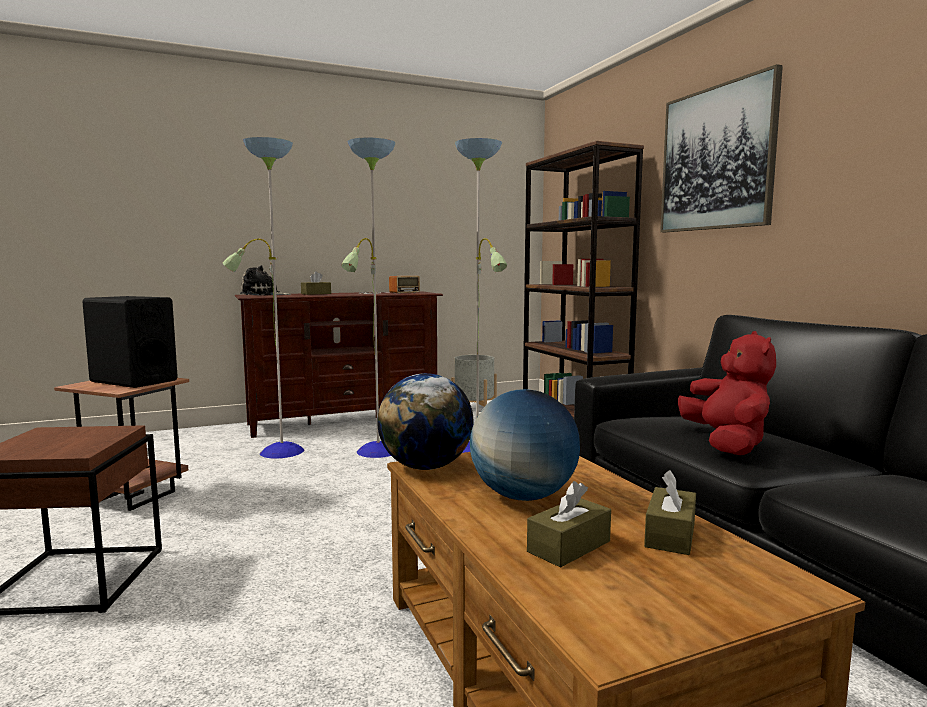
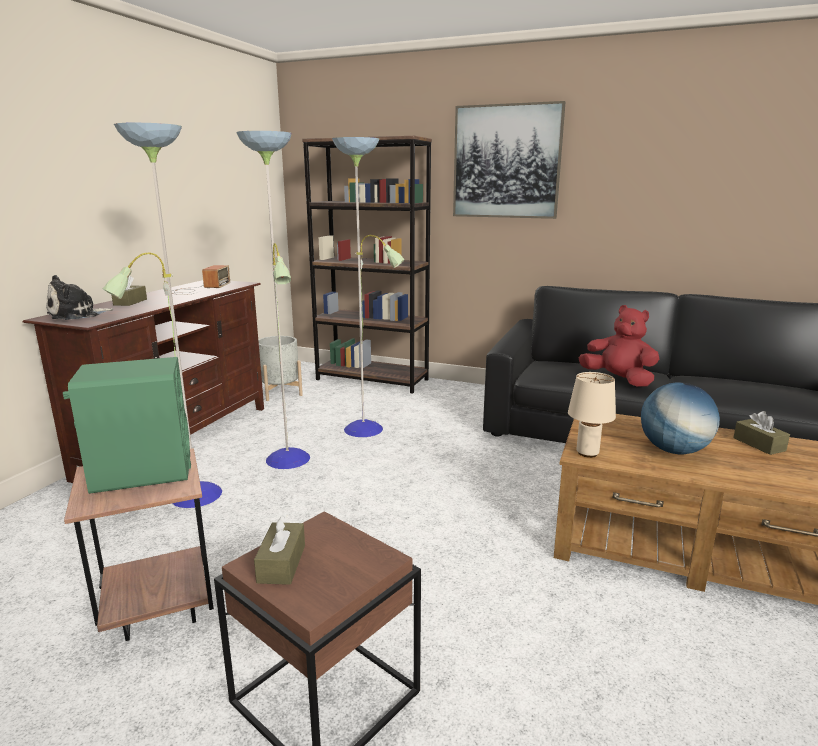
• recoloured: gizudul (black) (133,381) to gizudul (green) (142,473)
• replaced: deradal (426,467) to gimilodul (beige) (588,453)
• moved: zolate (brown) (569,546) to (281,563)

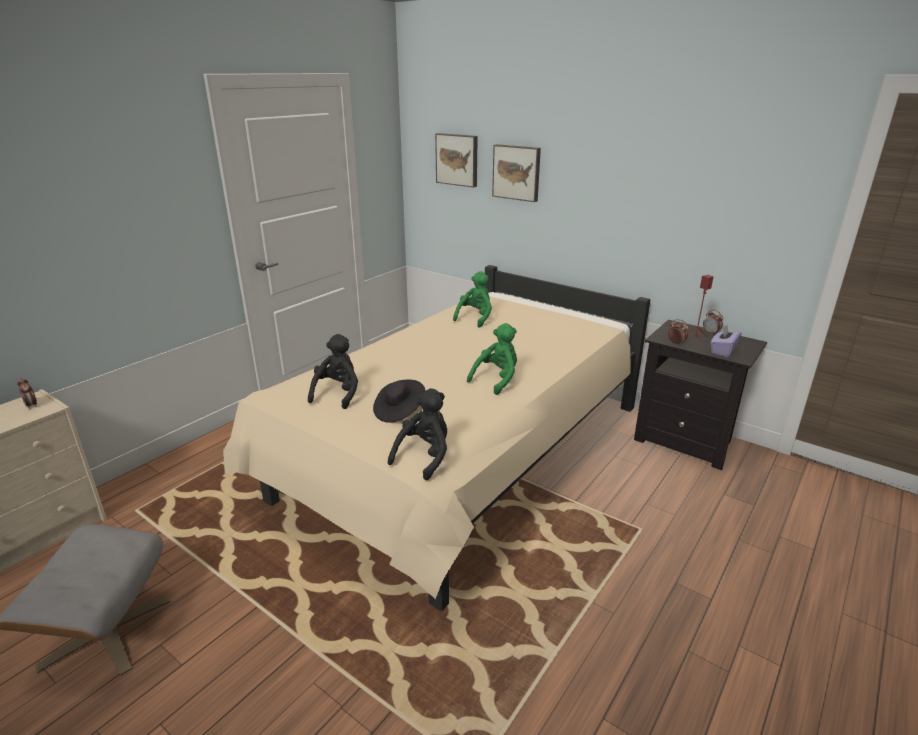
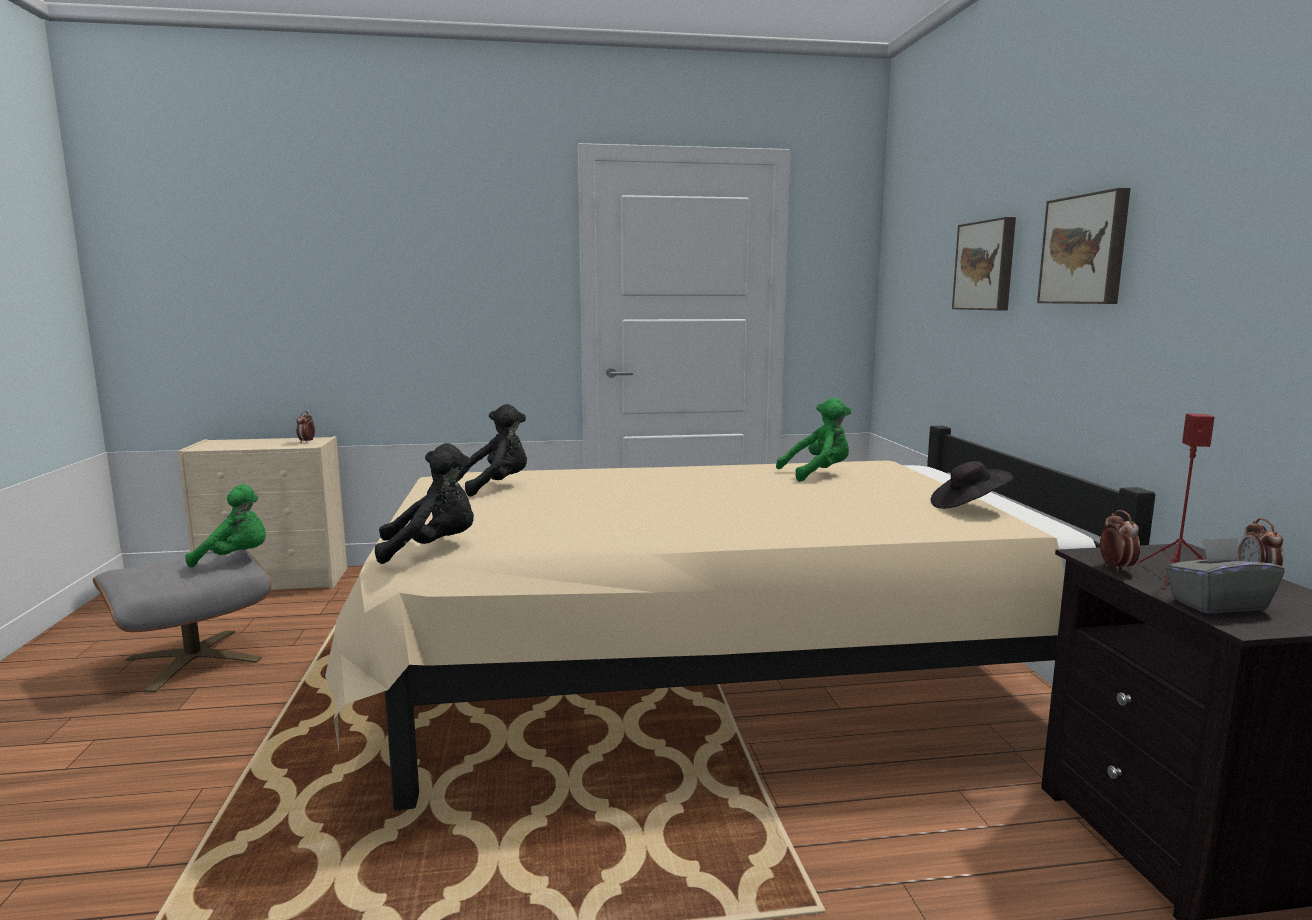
• moved: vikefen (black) (399,411) to (968,506)
• moved: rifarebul (457,159) to (1086,250)
• moved: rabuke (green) (497,379) to (236,558)
• recoloured: zolate (purple) (723,351) to zolate (grey) (1217,604)

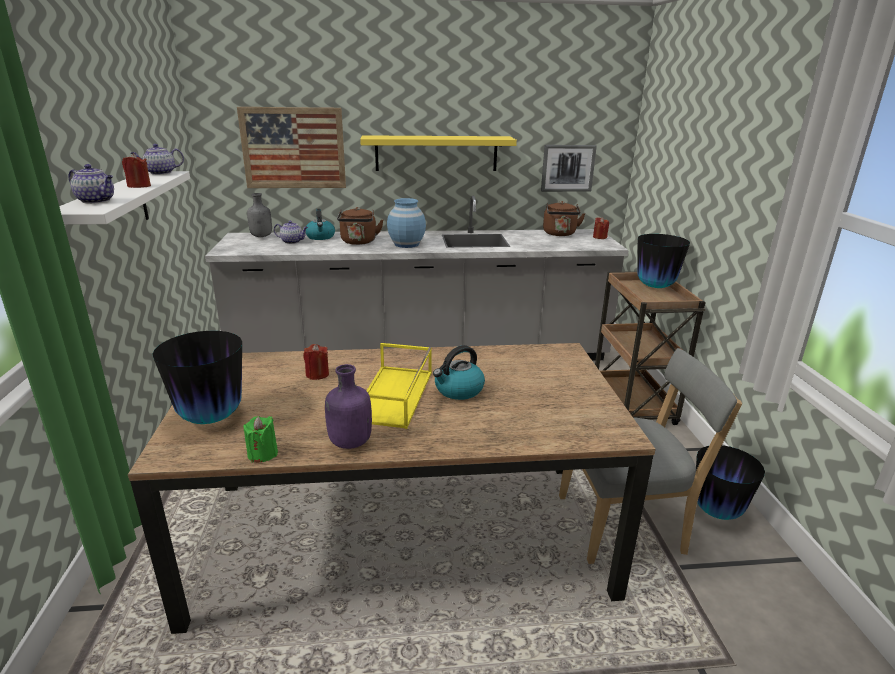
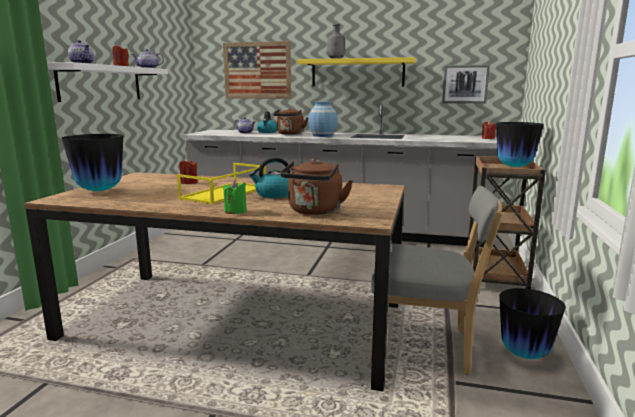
• moved: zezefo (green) (262,454) to (235,211)
• moved: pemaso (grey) (262,236) to (336,59)
• removed: pemaso (purple) (349,442)
• moved: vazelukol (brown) (560,234) to (314,211)

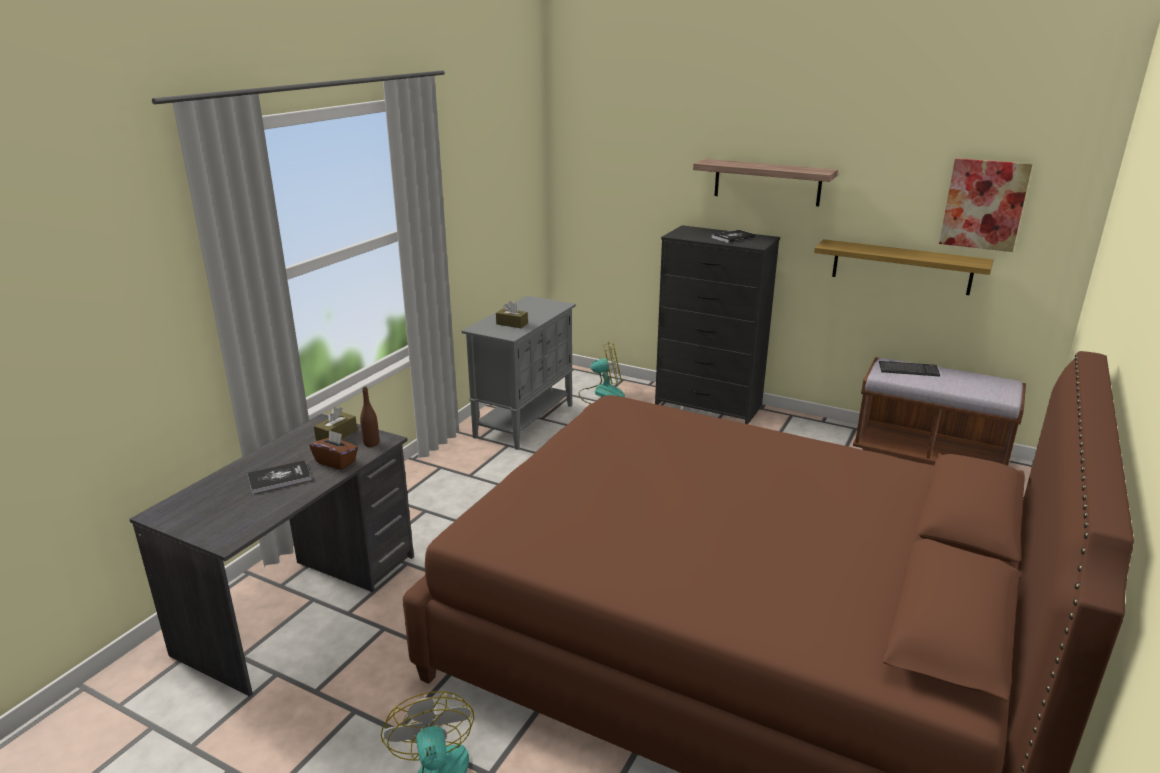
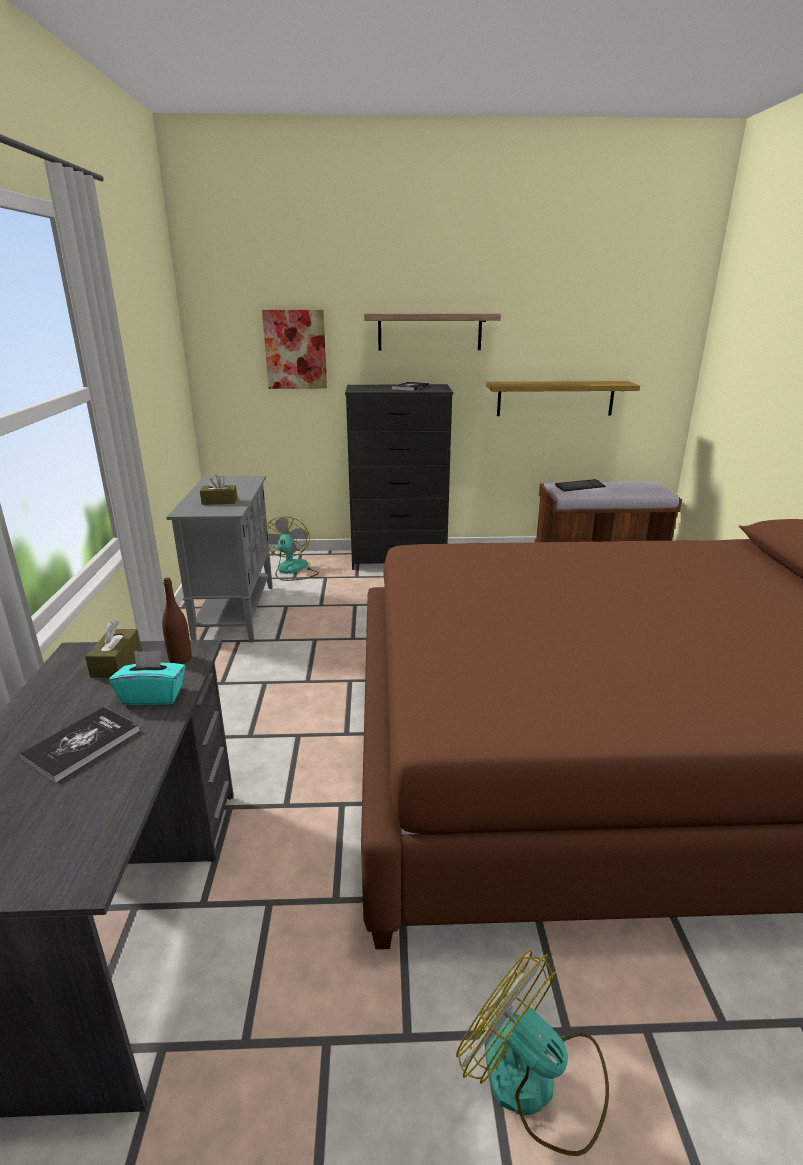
• recoloured: zolate (brown) (336,462) to zolate (turquoise) (153,696)
• turned: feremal (601,394) = (292,570) 60 degrees counterclockwise
• moved: rifarebul (984,204) to (295,349)

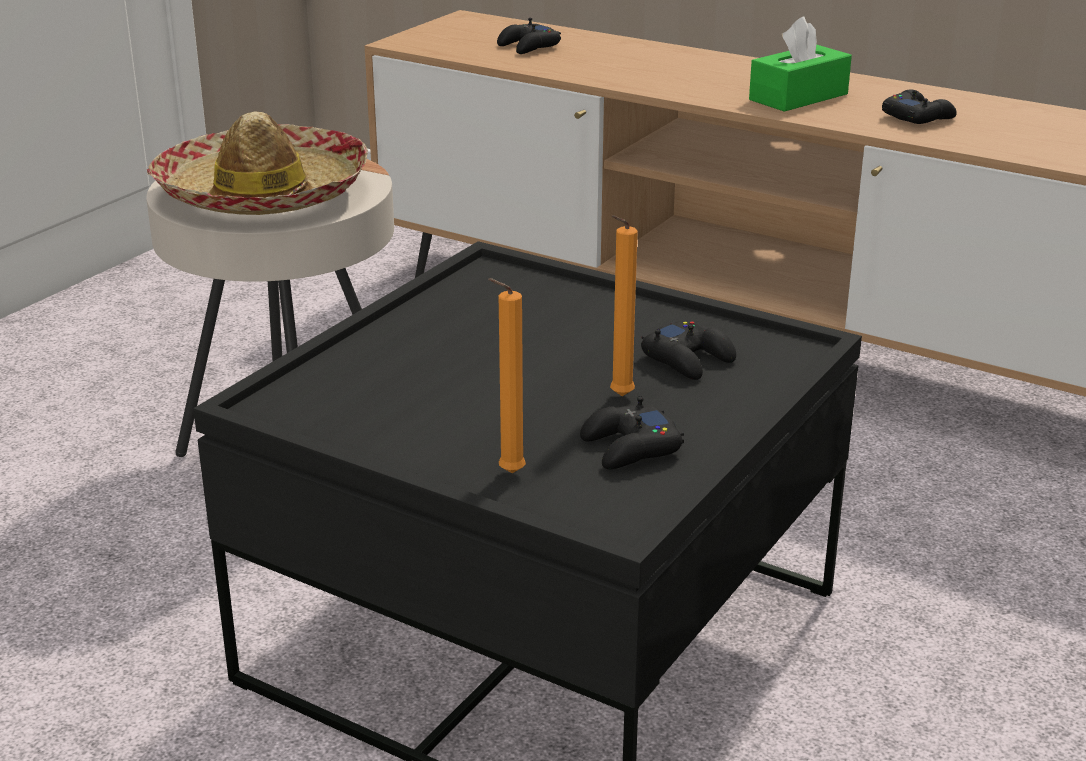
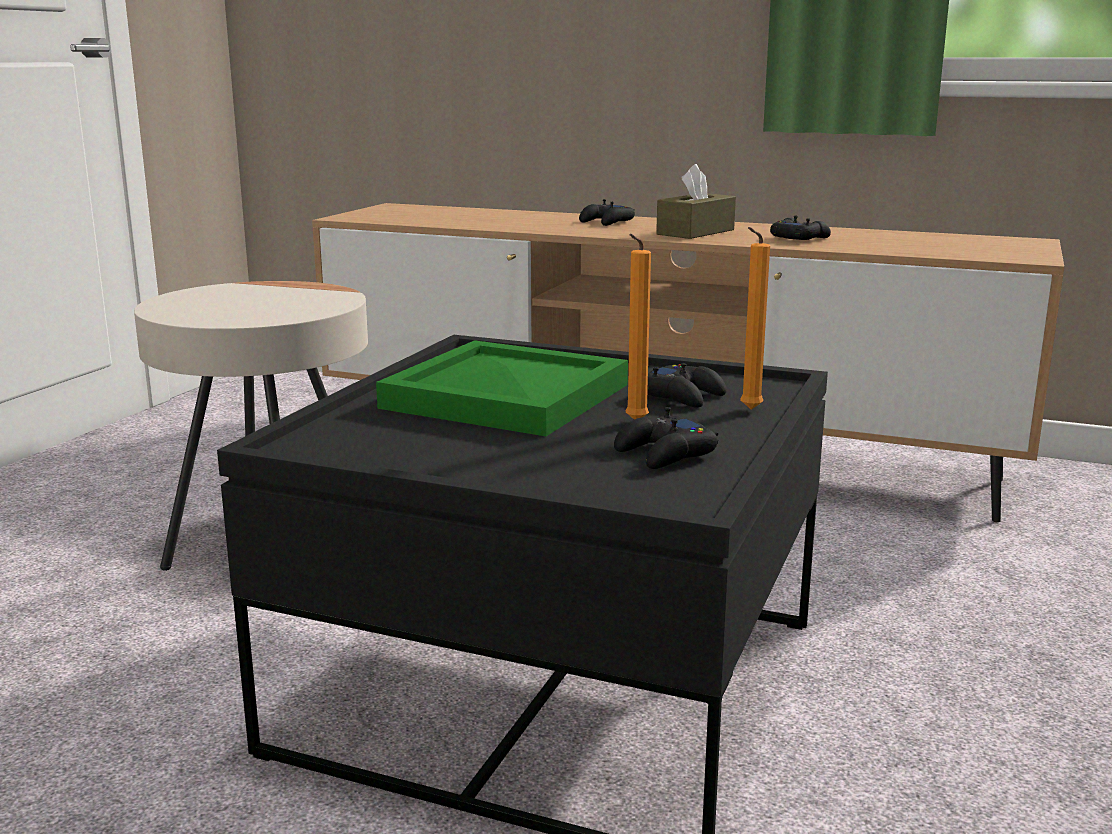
• removed: vikefen (263,194)
• moved: zezefo (orange) (507,474) to (748,410)
• moved: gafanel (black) (529,46) to (607,222)
• recoloured: zolate (green) (798,97) to zolate (brown) (695,232)
• added: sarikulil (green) (502,396)

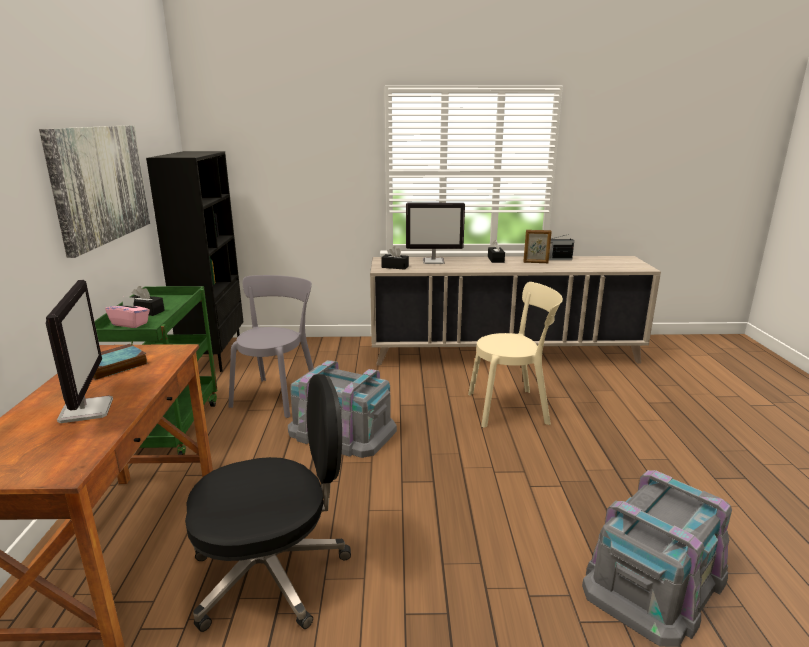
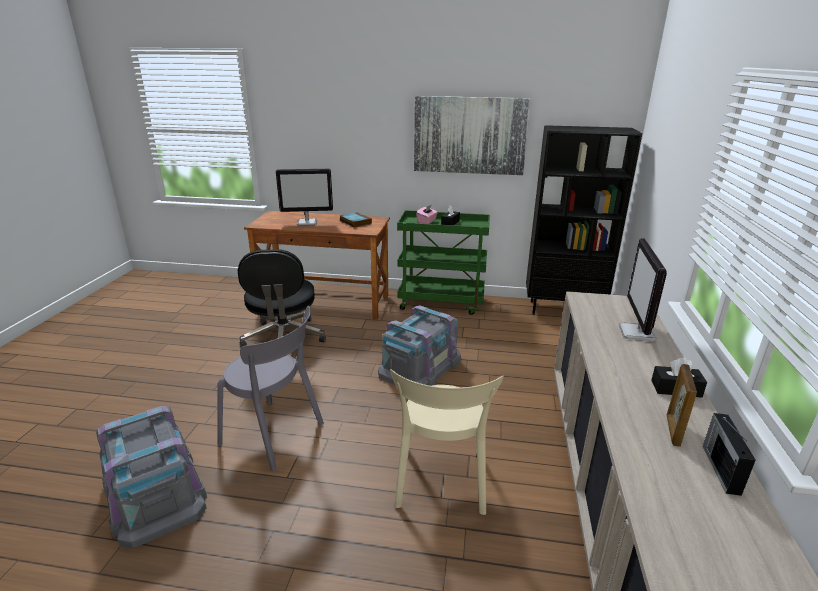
• moved: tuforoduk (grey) (277,395) to (275,435)
• removed: zolate (black) (395,267)

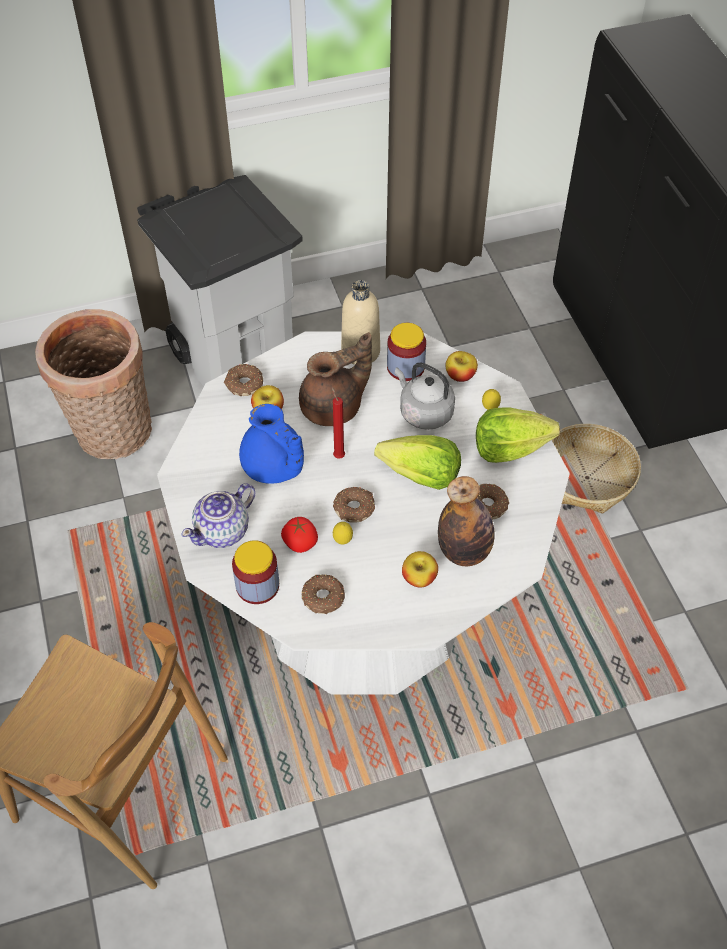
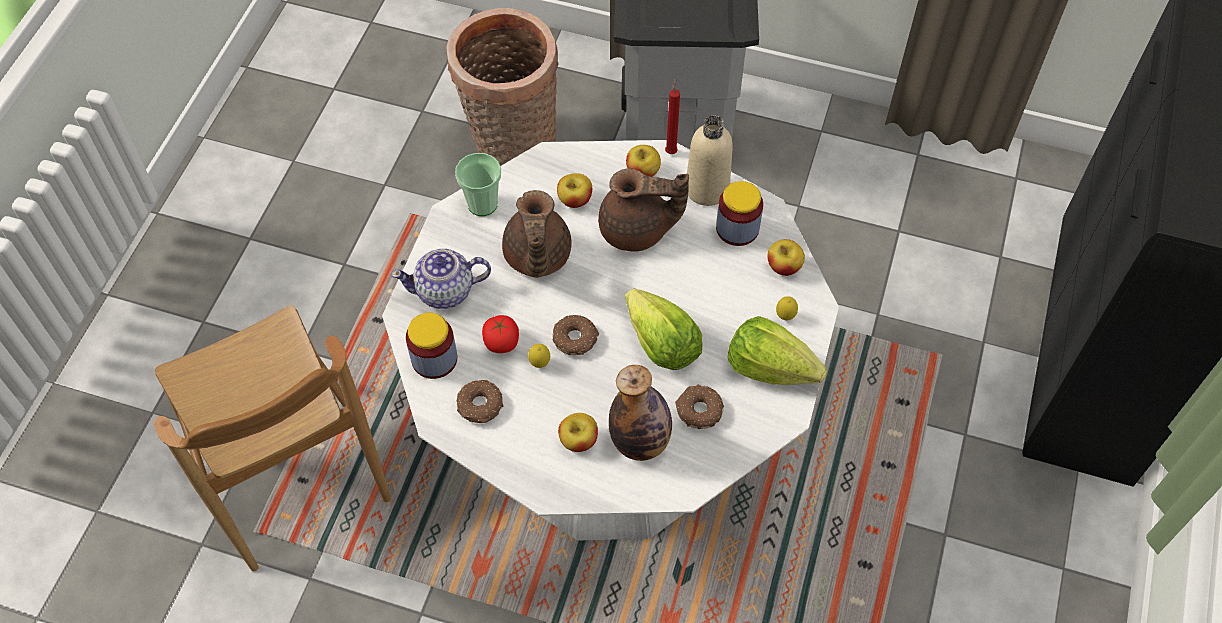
• removed: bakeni (244,384)
• recoloured: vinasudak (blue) (274,467) to vinasudak (brown) (536,257)
• moved: zezefo (red) (338,455) to (671,151)
• removed: vazelukol (grey) (423,412)
• removed: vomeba (587,478)
• added: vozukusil (482,204)
• added: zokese (643,171)

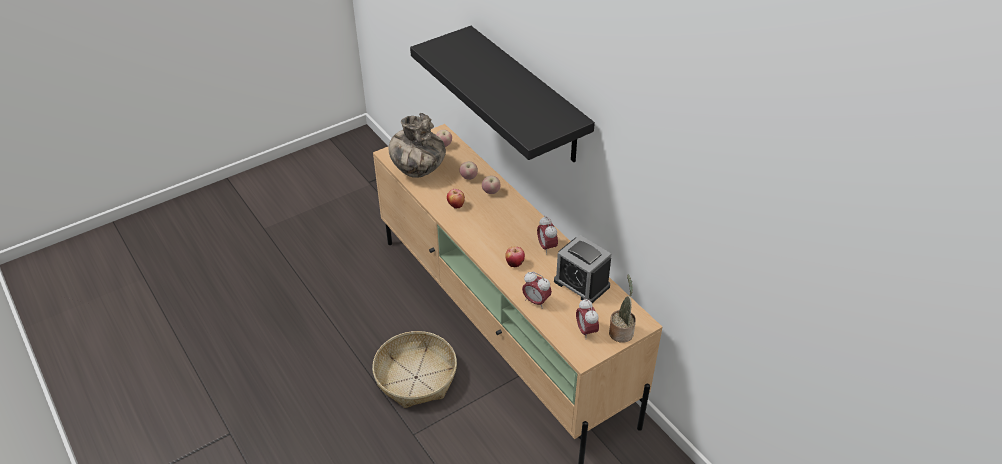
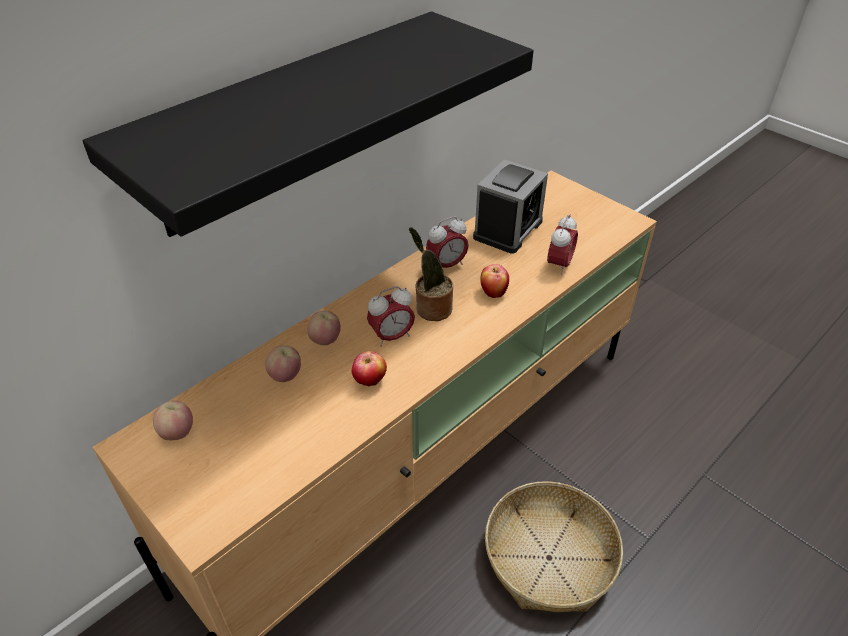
• removed: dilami (418,170)
• moved: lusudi (586,331) to (391,336)
• moved: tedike (621,331) to (431,308)

